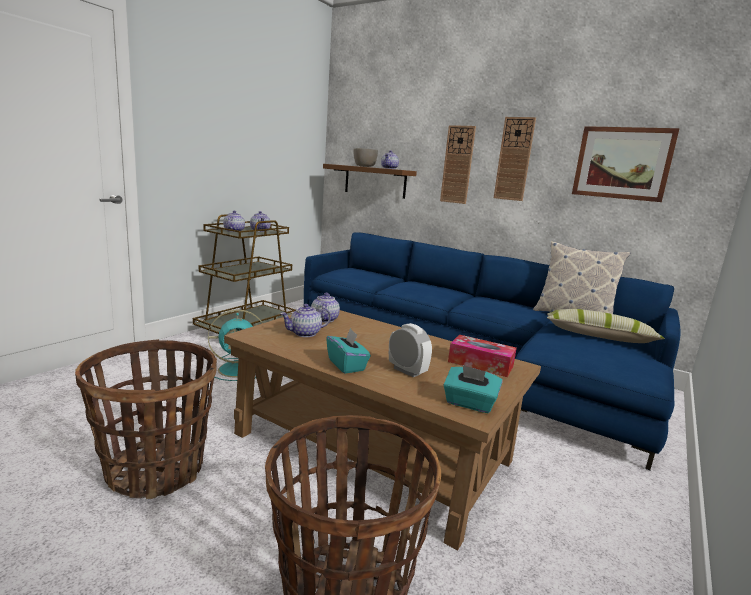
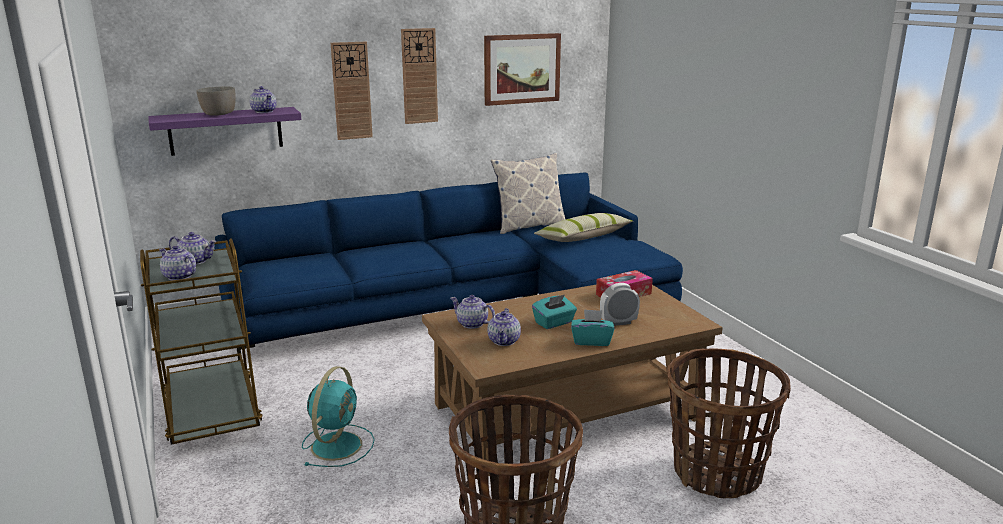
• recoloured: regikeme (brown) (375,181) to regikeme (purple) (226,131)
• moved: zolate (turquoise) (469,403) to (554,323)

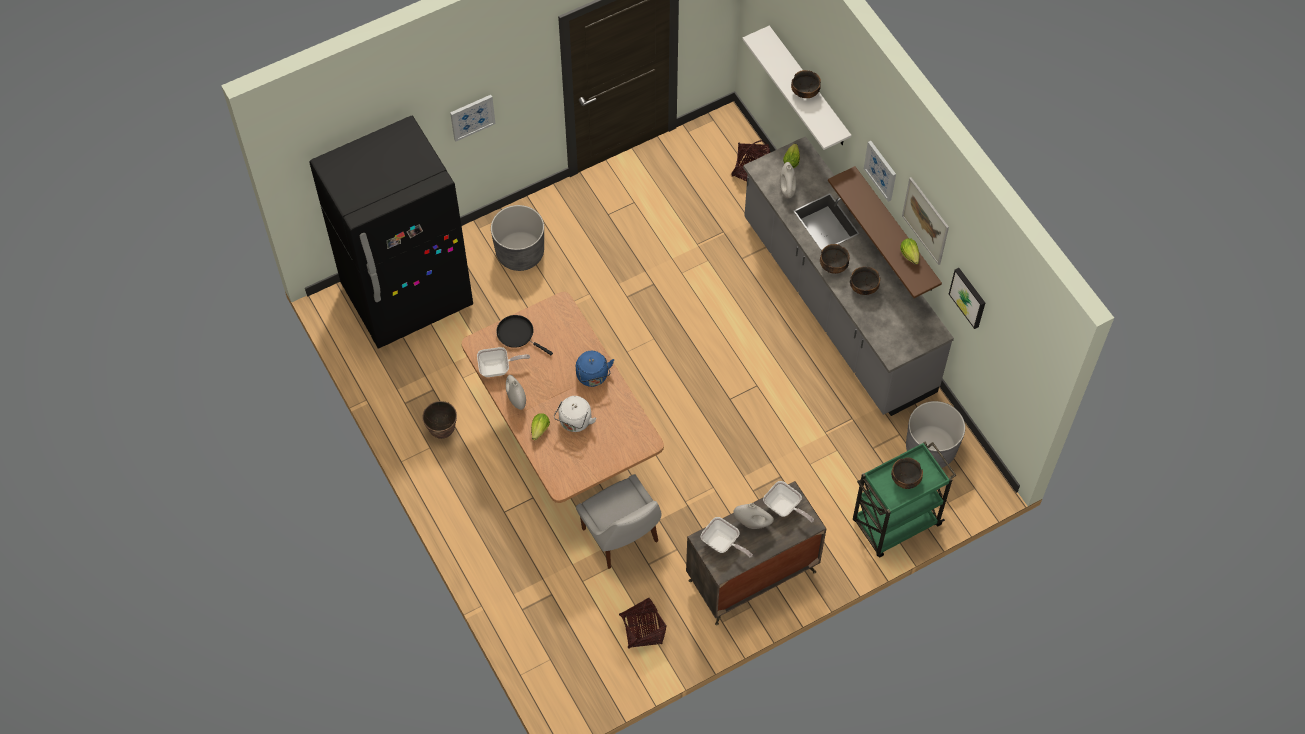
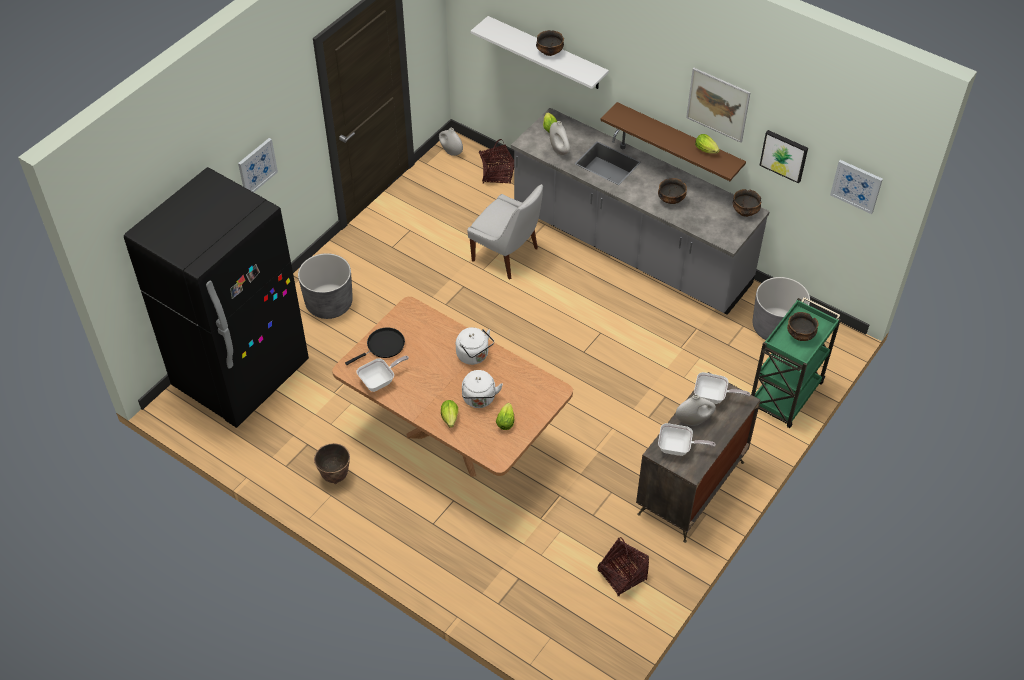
• turned: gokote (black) (518,334) = (383,346) 135 degrees clockwise
• moved: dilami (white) (516,399) to (451,151)
• recoloured: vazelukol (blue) (593,377) to vazelukol (white) (474,356)
• moved: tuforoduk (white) (621,537) to (507,255)
• moved: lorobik (833,266) to (745,212)
• moved: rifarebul (881,170) to (856,186)
• added: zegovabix (506,420)

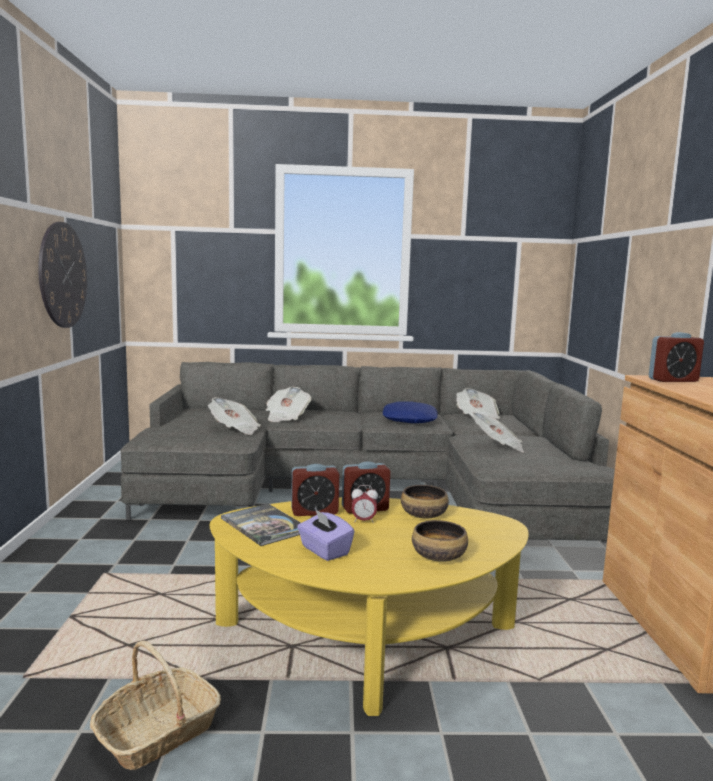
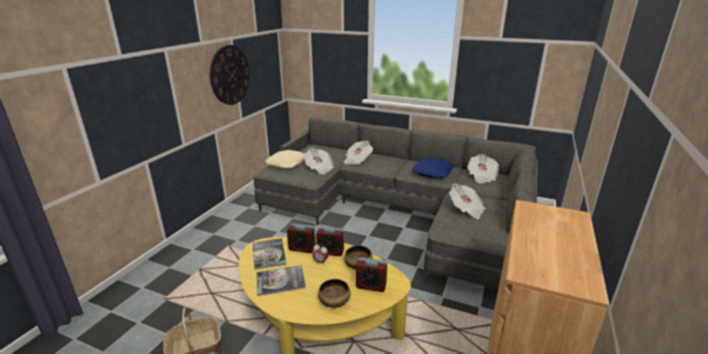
• replaced: zolate (purple) (324,551) to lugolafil (280,281)
• moved: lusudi (673,380) to (371,286)
• added: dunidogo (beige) (287,163)

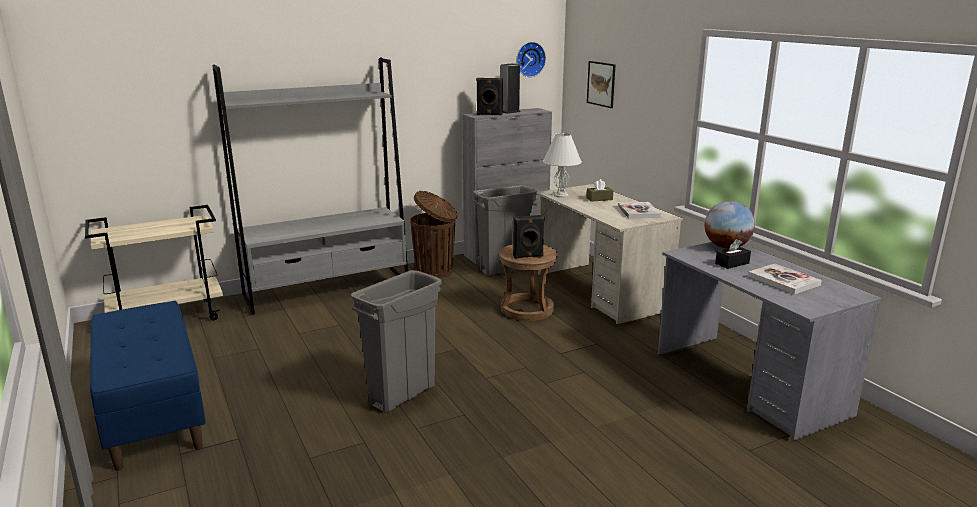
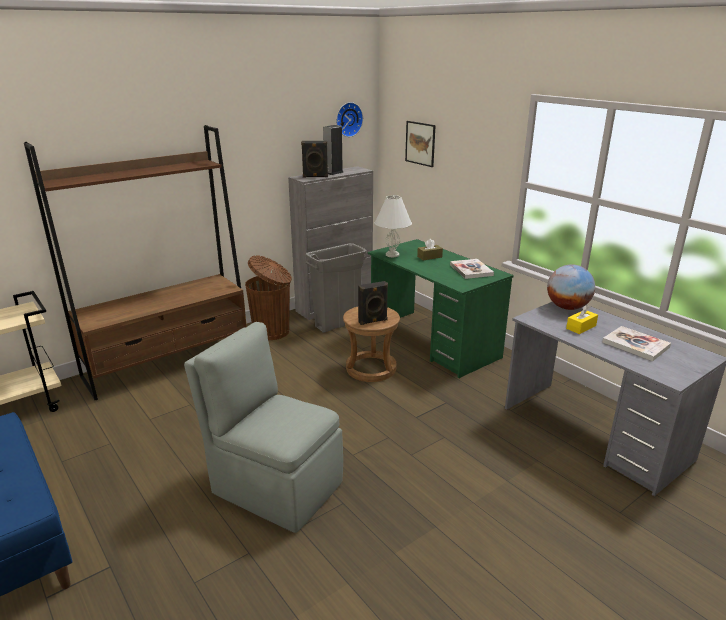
• recoloured: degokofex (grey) (328,289) to degokofex (brown) (169,362)
• replaced: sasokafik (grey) (402,395) to tuforoduk (grey) (275,486)
• recoloured: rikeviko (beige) (600,292) to rikeviko (green) (433,342)
• recoloured: zolate (black) (732,263) to zolate (yellow) (581,327)

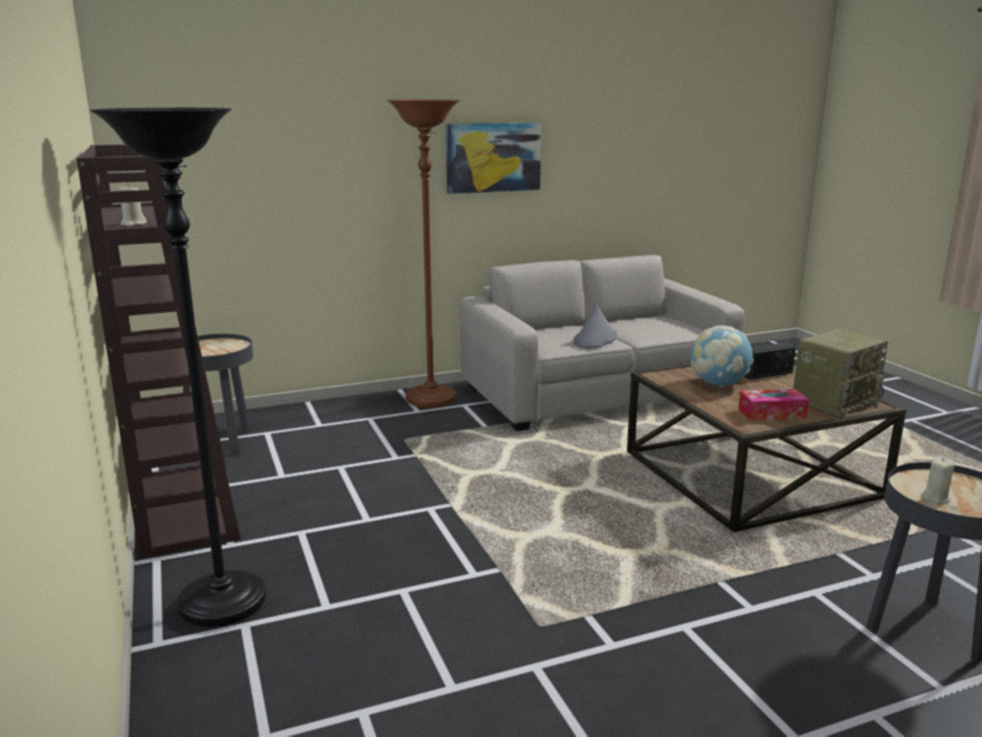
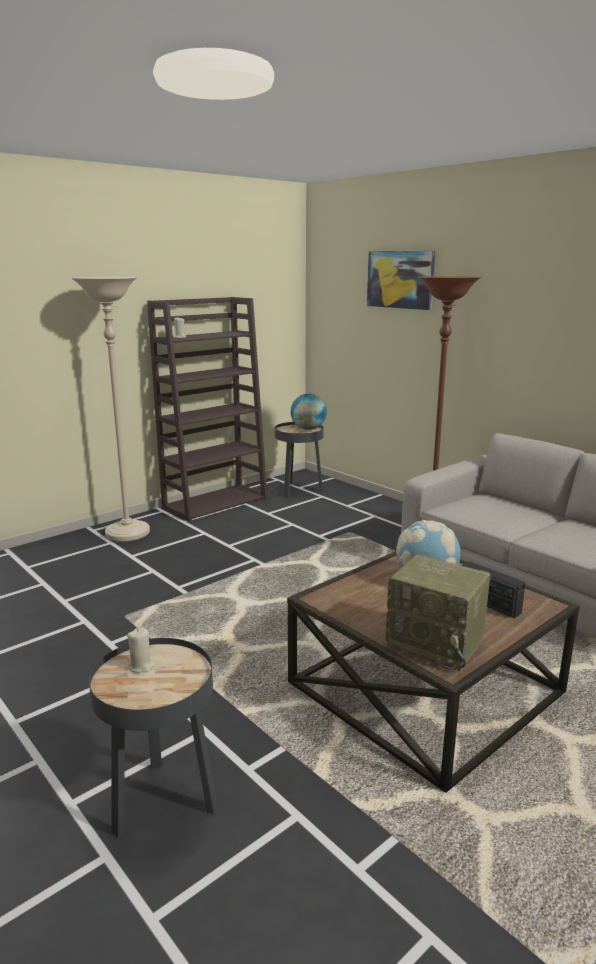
• recoloured: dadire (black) (223,603) to dadire (beige) (128,533)
• moved: rifarebul (493,157) to (400,279)
• removed: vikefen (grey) (595,339)
• removed: zolate (771,413)
• added: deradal (308,429)

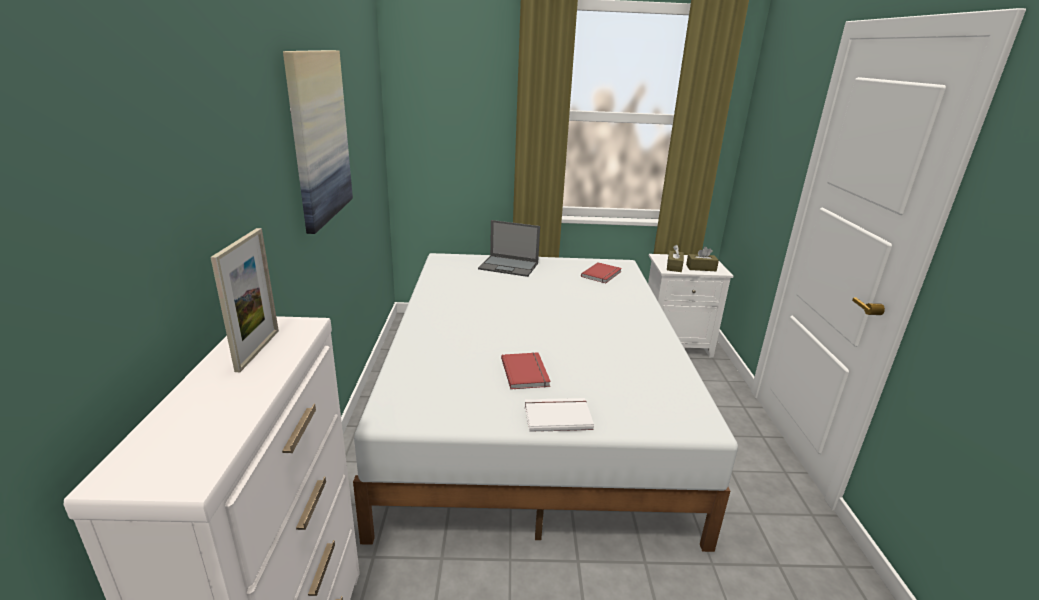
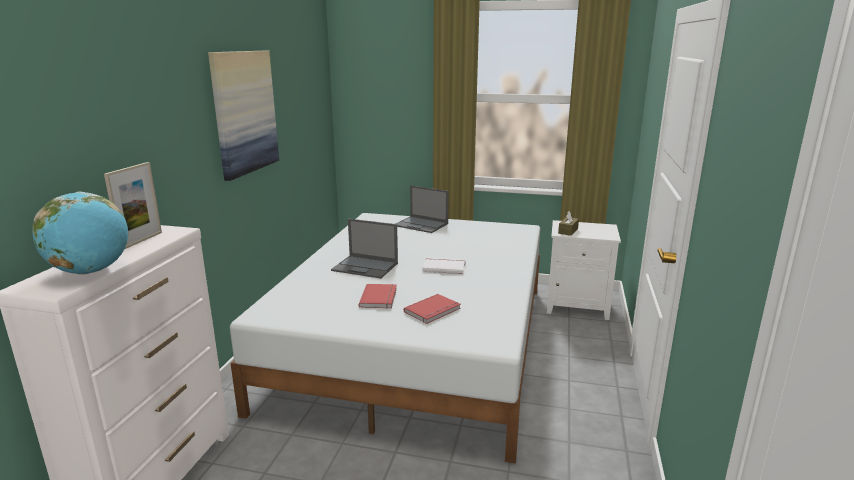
• moved: lugolafil (white) (557,416) to (444,267)
• moved: lugolafil (red) (602,274) to (433,311)
• removed: zolate (brown) (701,268)
• added: deradal (91,271)
• added: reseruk (366,267)

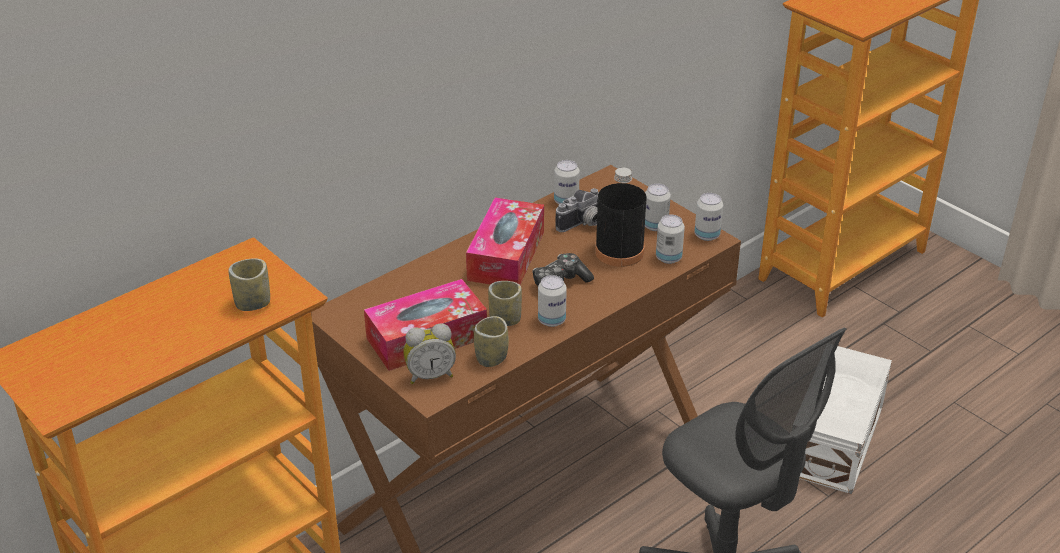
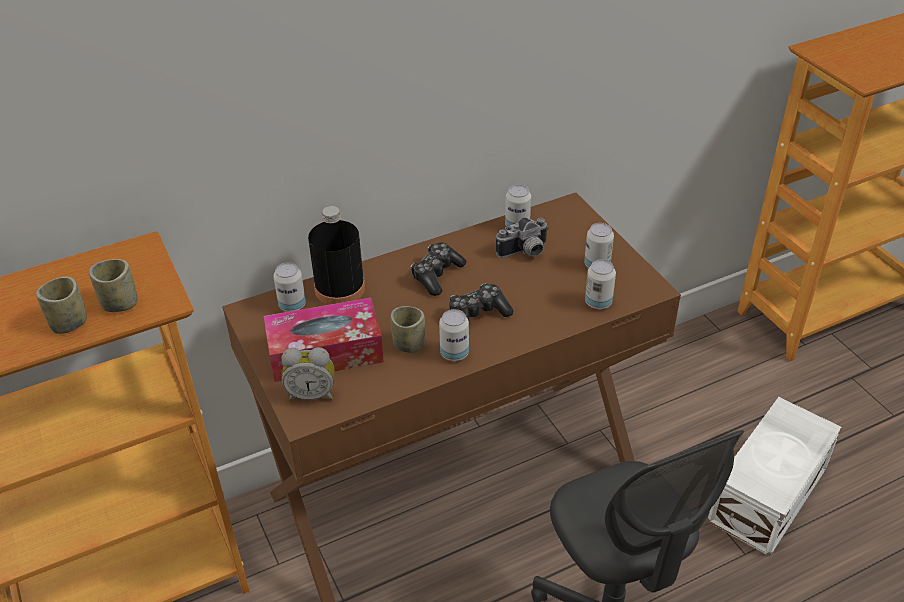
• replaced: zolate (506,256) to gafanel (436,275)
• moved: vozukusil (491,358) to (69,323)
• moved: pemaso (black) (619,251) to (339,288)
• moved: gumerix (707,235) to (292,305)

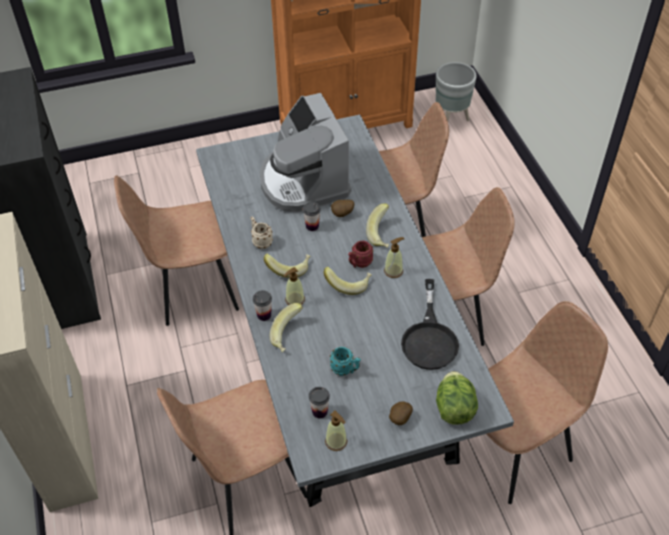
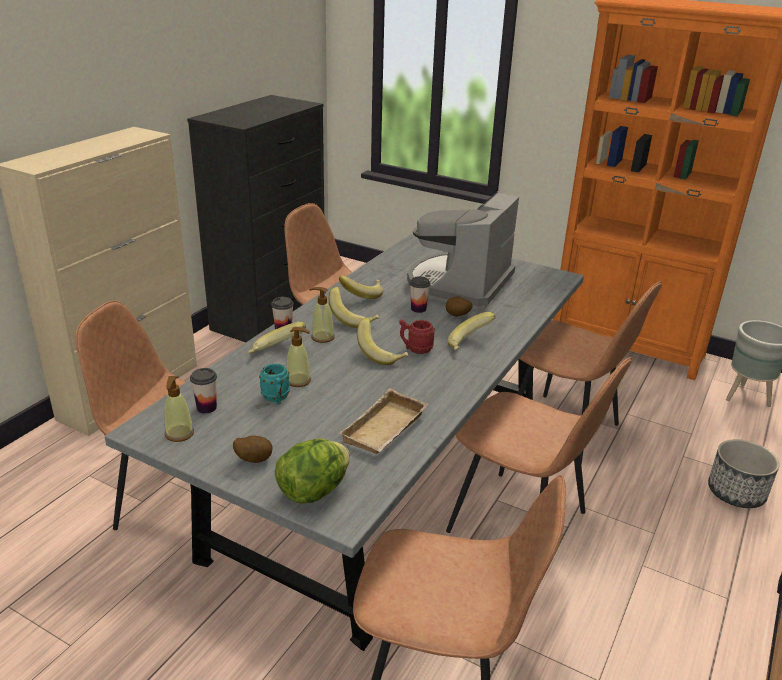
• replaced: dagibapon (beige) (260,241) to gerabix (362,295)
• moved: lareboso (393,271) to (298,380)
• replaced: gokote (black) (429,338) to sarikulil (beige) (386,430)
• added: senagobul (736,493)

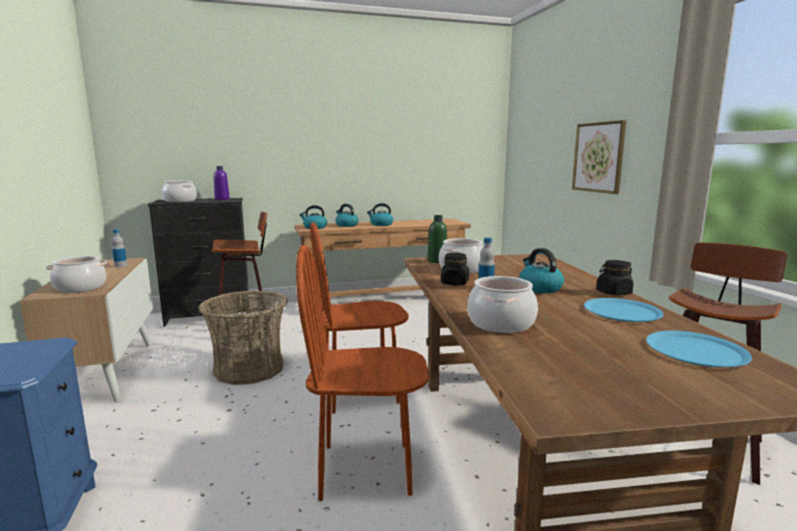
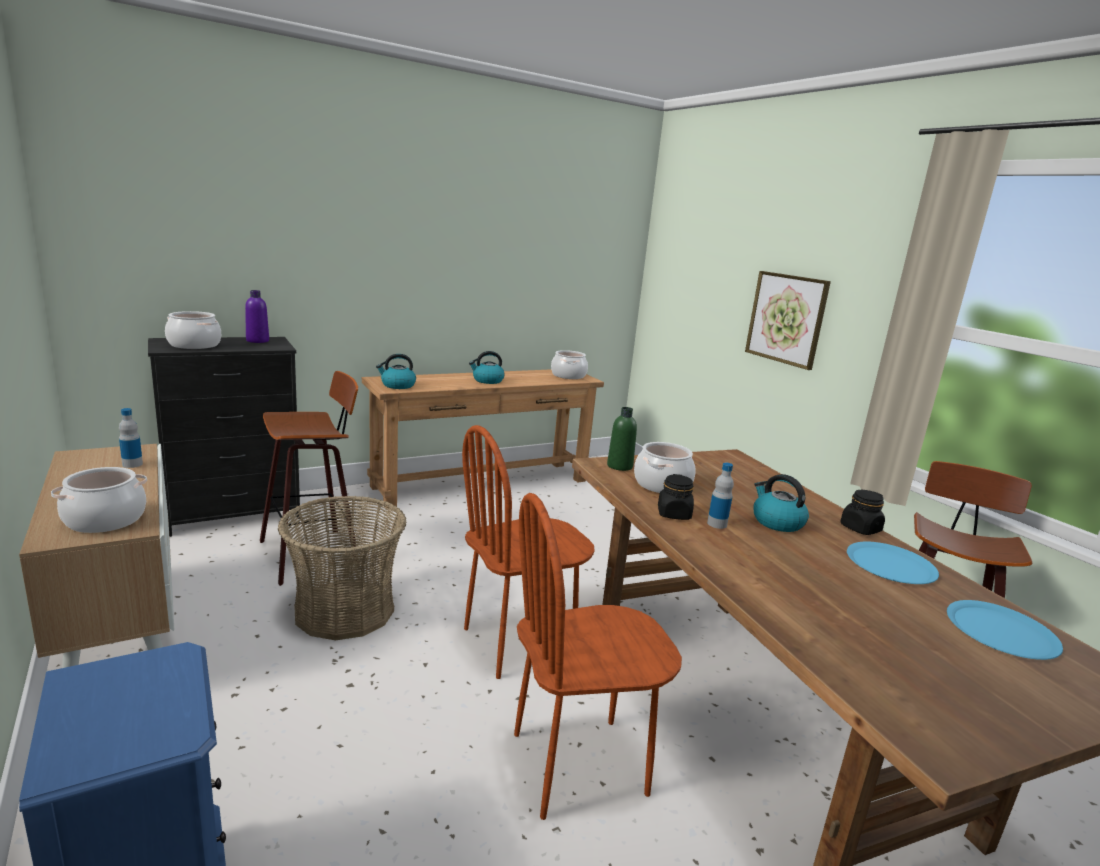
• removed: vazelukol (346,225)
• moved: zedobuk (500,323) to (568,375)

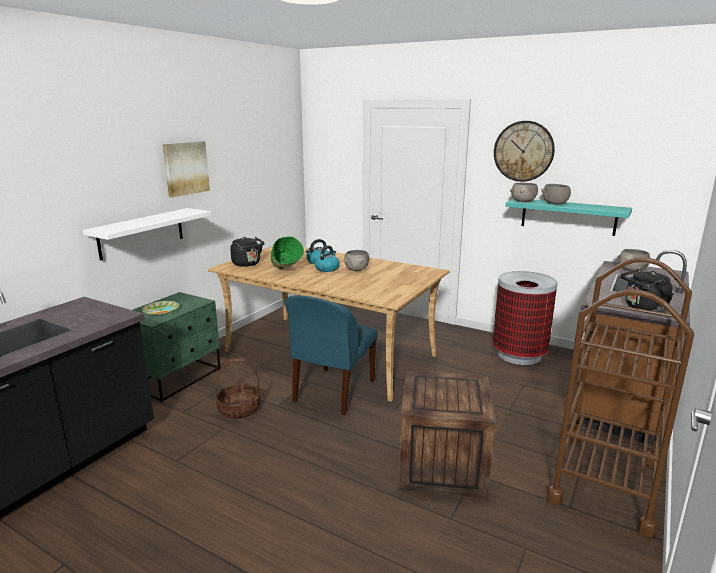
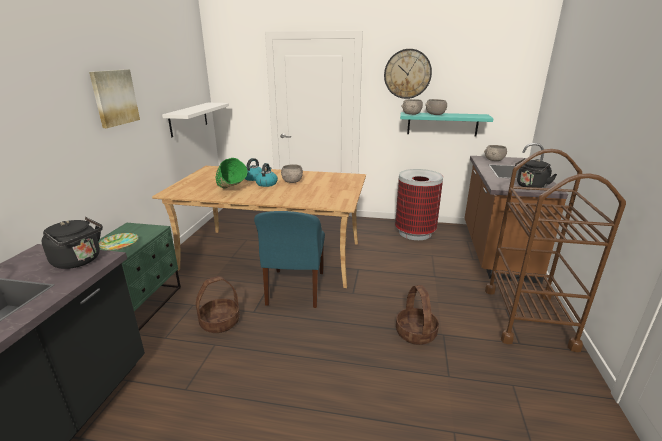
• moved: regikeme (white) (141,233) to (188,119)
• moved: vazelukol (black) (247,264) to (79,261)
• replaced: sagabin (442,465) to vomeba (416,333)

